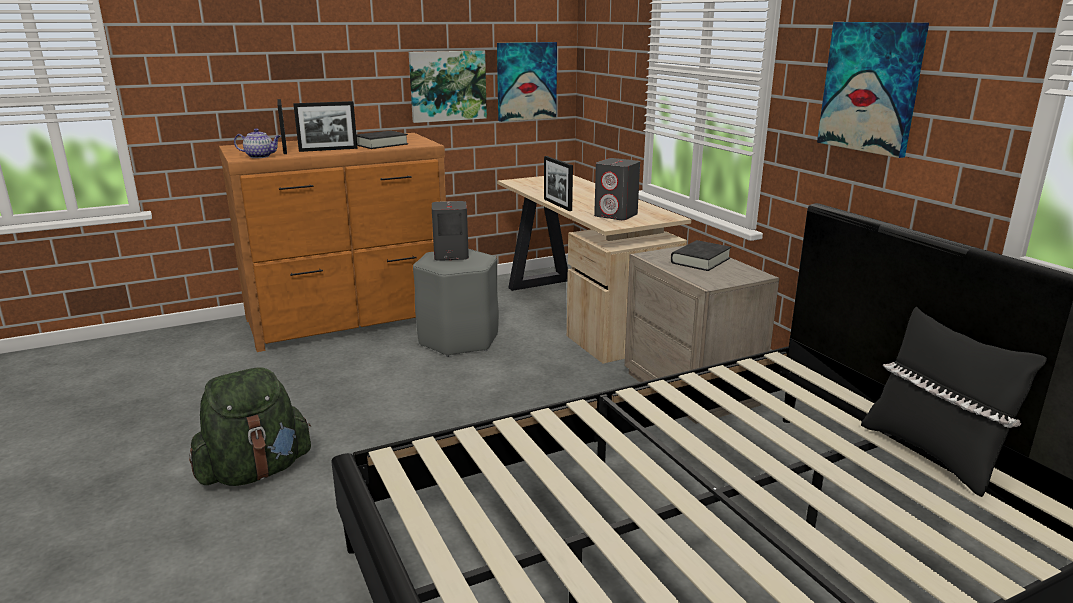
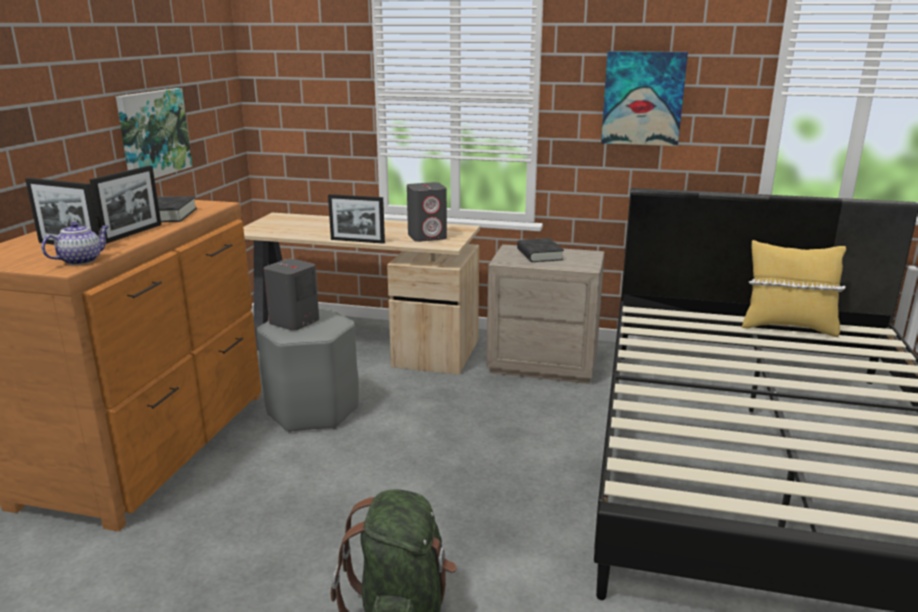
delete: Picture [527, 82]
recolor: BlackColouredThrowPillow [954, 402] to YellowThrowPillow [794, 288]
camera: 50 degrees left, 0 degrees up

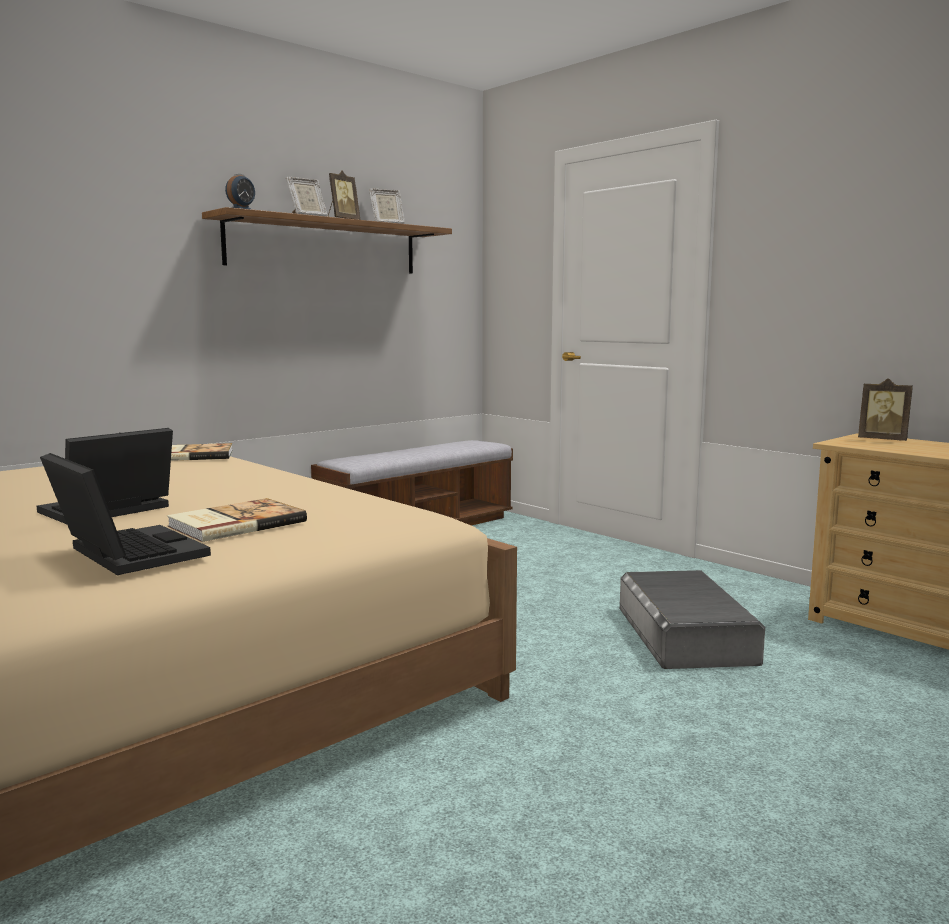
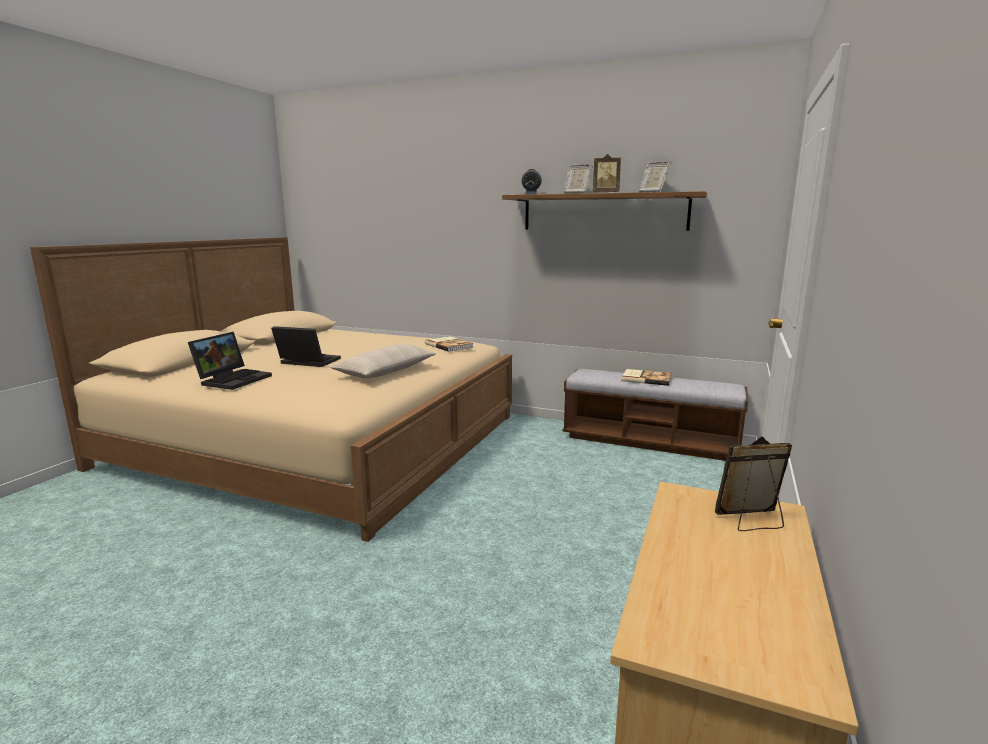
delete: GrayStorageBox [692, 619]
insert: BeigeThrowPillow [383, 361]
move: Book [237, 520] to [646, 377]
rotate: StandingFrame [885, 409] = [753, 483] 75 degrees clockwise
camera: 65 degrees right, 5 degrees up

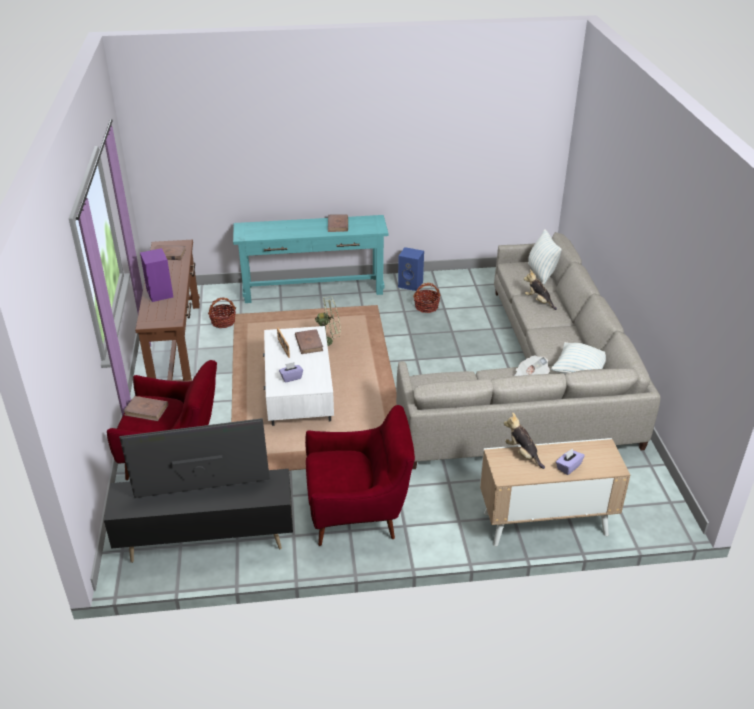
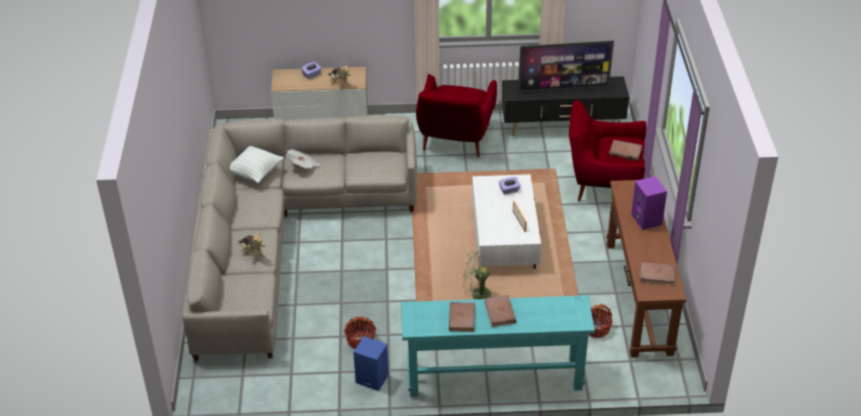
delete: ThrowPillow [545, 257]
move: BrownColouredBook [309, 341] to [500, 311]
rotate: RedArmchair [360, 475] = [456, 115] 75 degrees counterclockwise
camera: 175 degrees left, 5 degrees up

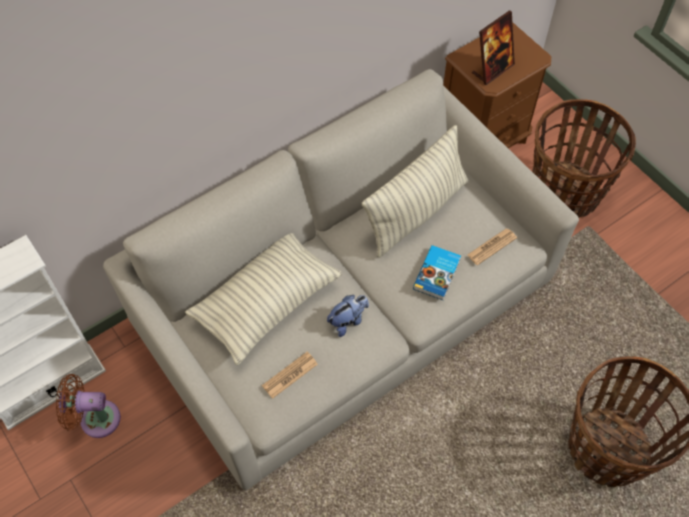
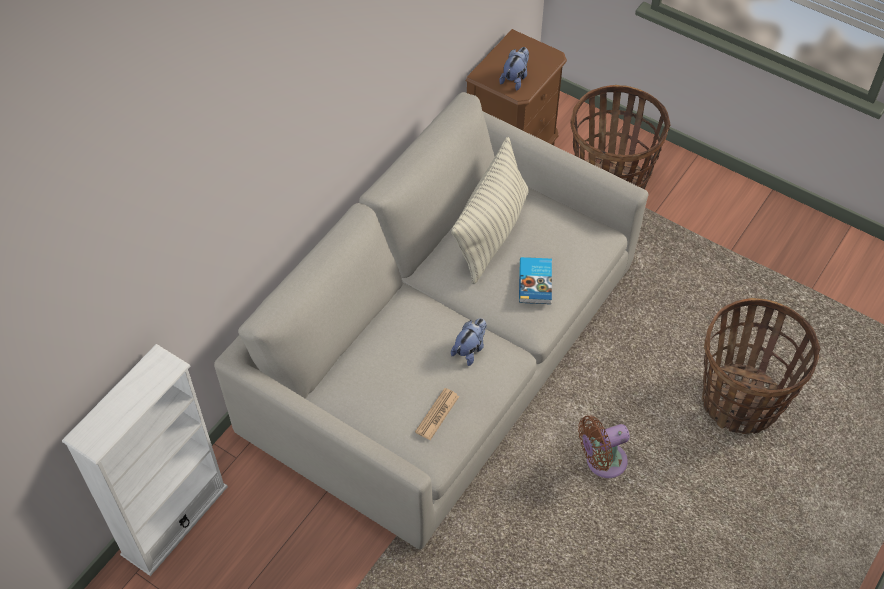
delete: ThrowPillow [263, 299]; DailyPaper [492, 246]
move: BrownColouredCoolingFan [88, 406] to [604, 446]
replace: StandingFrame [493, 47] to SoftToy [514, 68]
camera: 20 degrees left, 5 degrees down

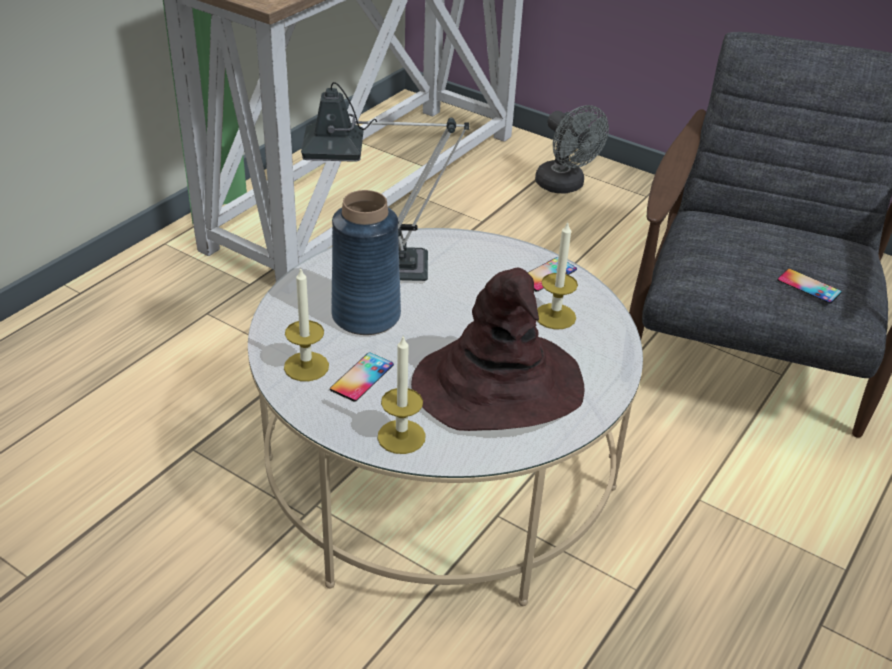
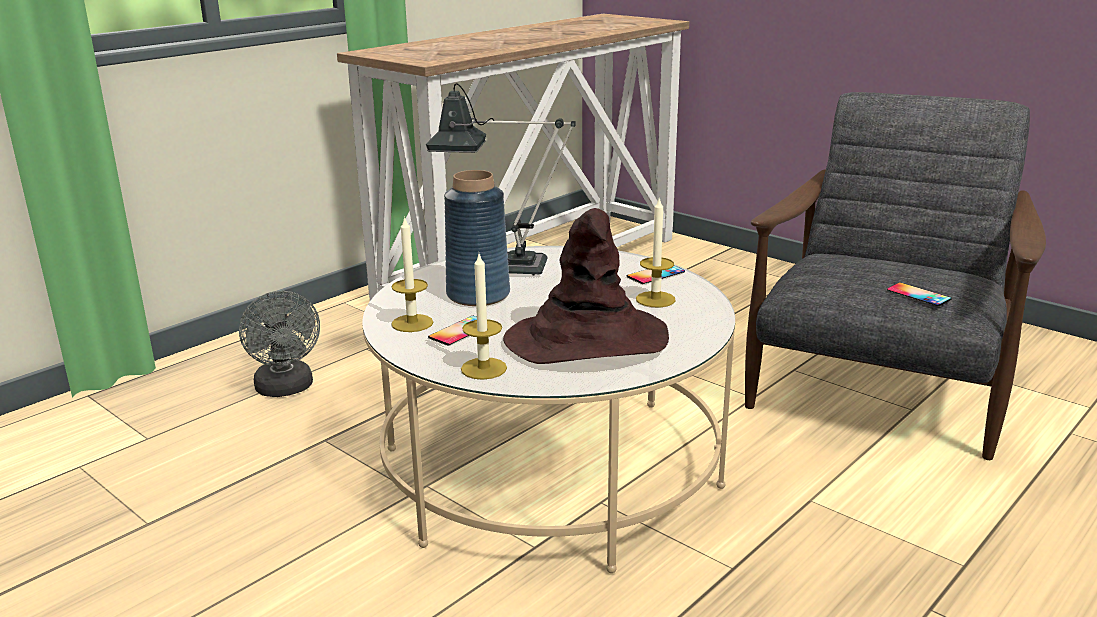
move: GrayCoolingFan [572, 149] to [279, 344]
camera: 10 degrees right, 15 degrees down

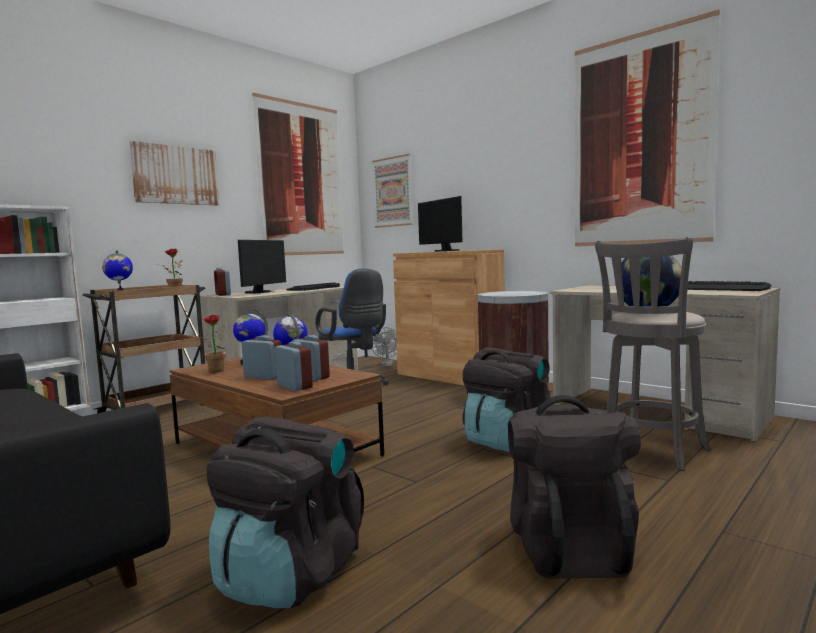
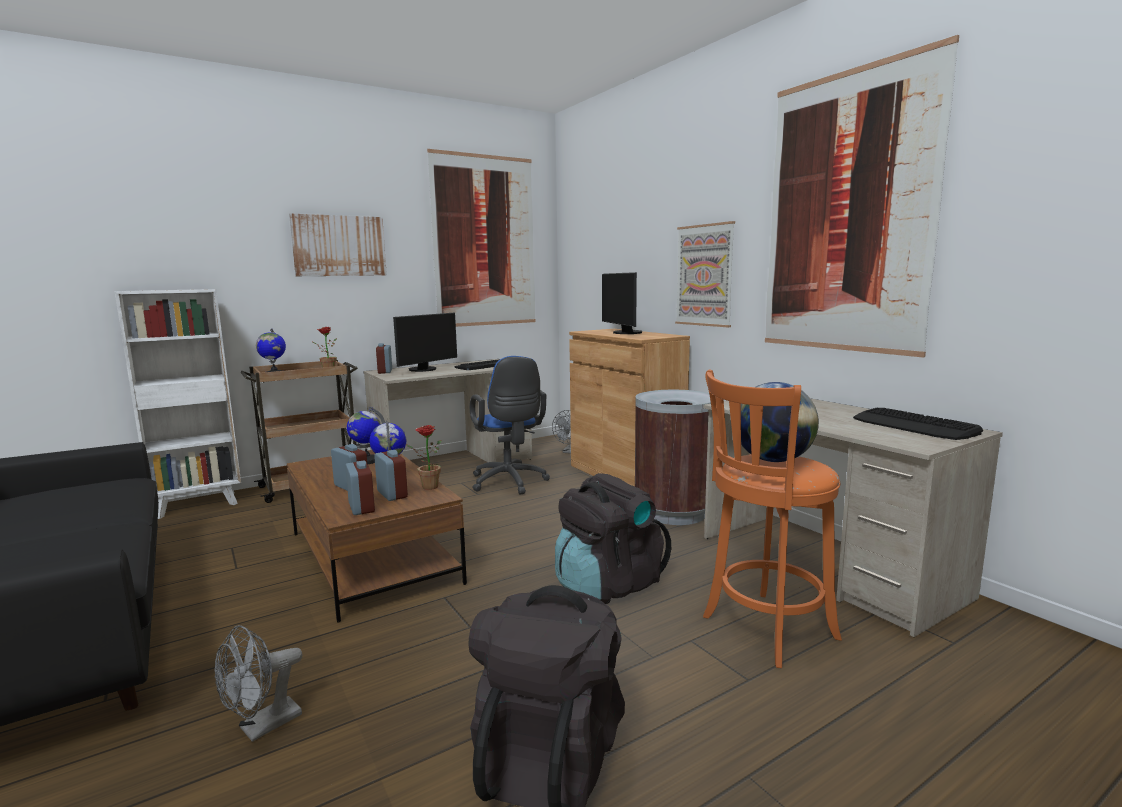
move: Houseplant [209, 344] to [424, 457]; Picture [392, 191] to [705, 274]
replace: BlackColouredBackpack [285, 512] to GrayCoolingFan [258, 683]
recolor: GrayStoolSeat [652, 354] to OrangeColouredStoolSeat [772, 519]
camera: 15 degrees right, 5 degrees up

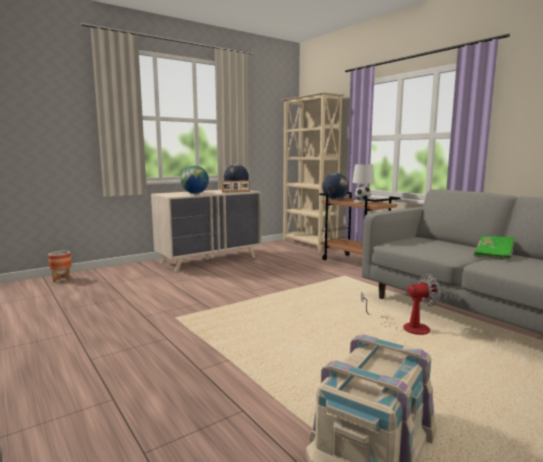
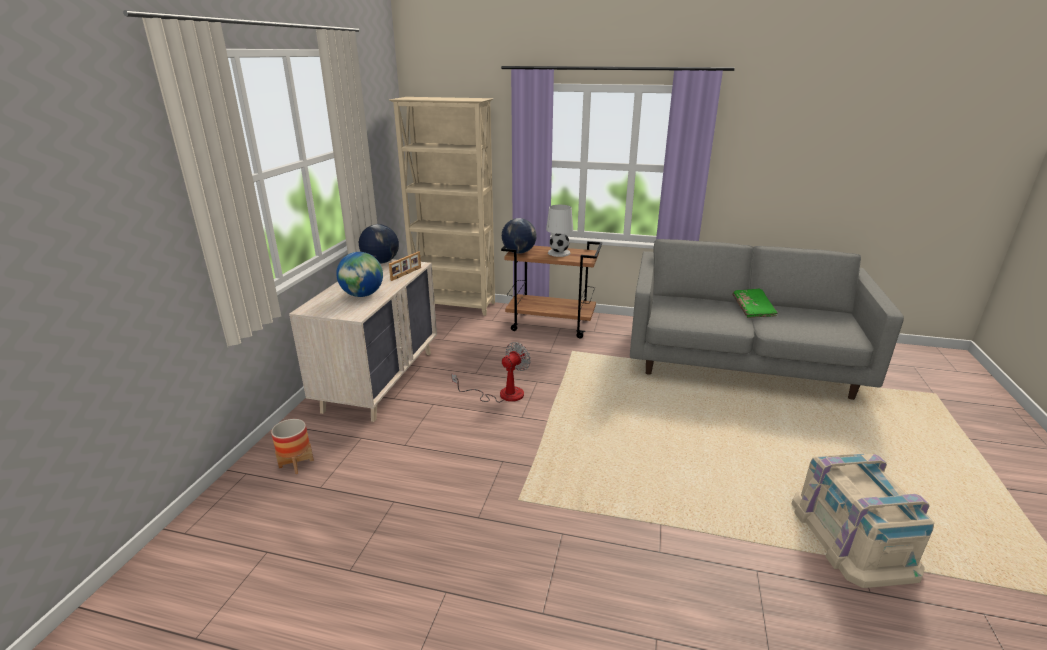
move: FlowerPot [60, 266] to [292, 446]; CoolingFan [401, 304] to [491, 372]
camera: 40 degrees left, 15 degrees up

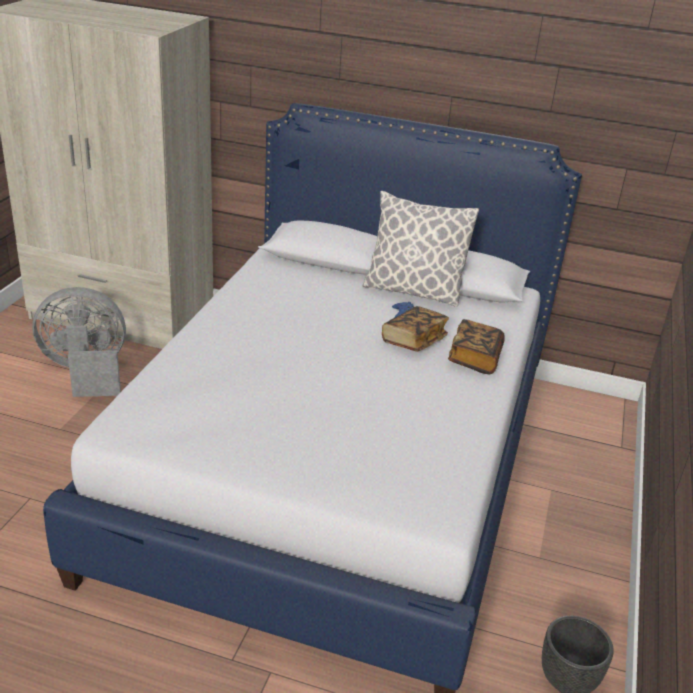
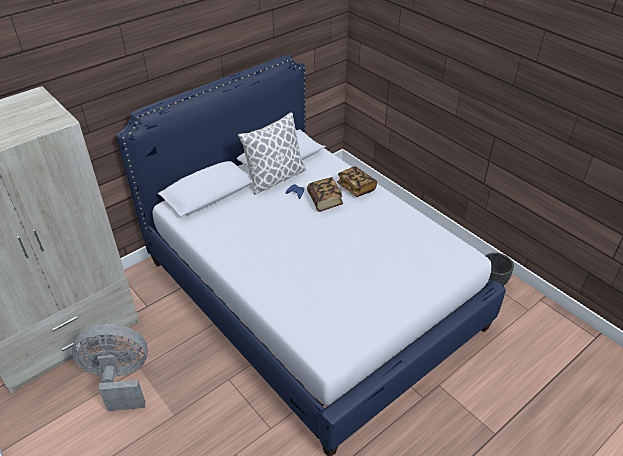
rotate: GrayCoolingFan [79, 342] = [110, 367] 60 degrees clockwise
camera: 55 degrees left, 10 degrees up

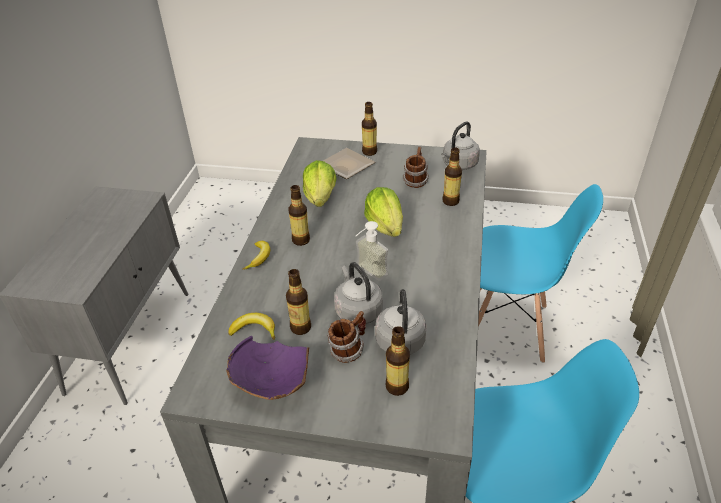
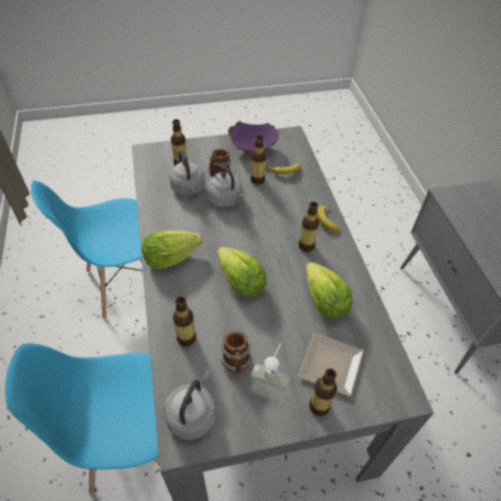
insert: HeadOfLettuce [172, 250]
move: SoapBottle [372, 251] to [270, 373]
camera: 155 degrees right, 10 degrees up

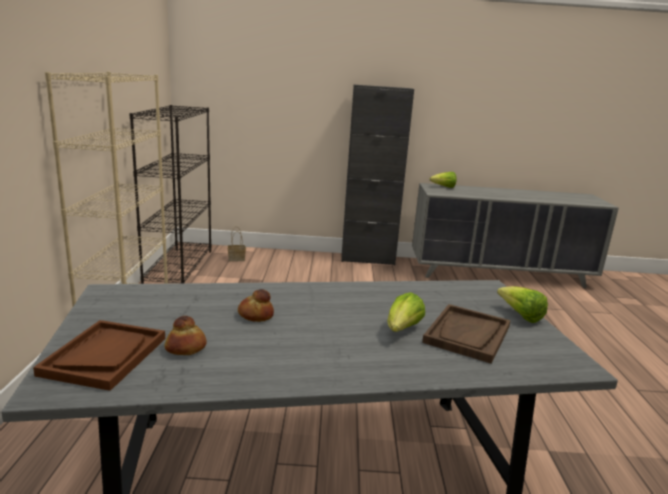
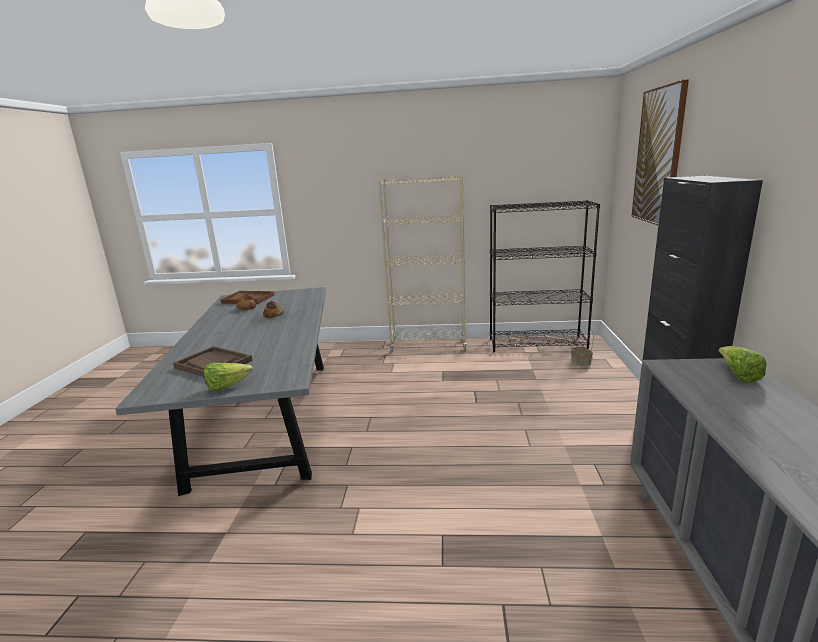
delete: HeadOfLettuce [406, 312]
insert: Picture [660, 152]
camera: 95 degrees right, 0 degrees up

